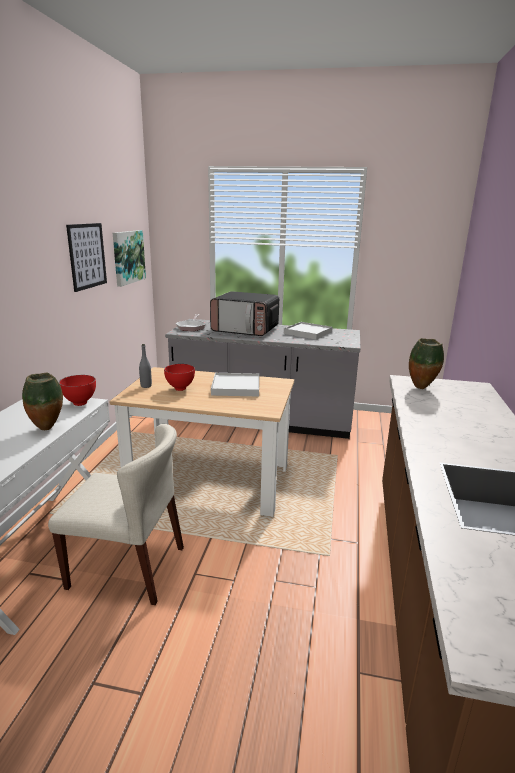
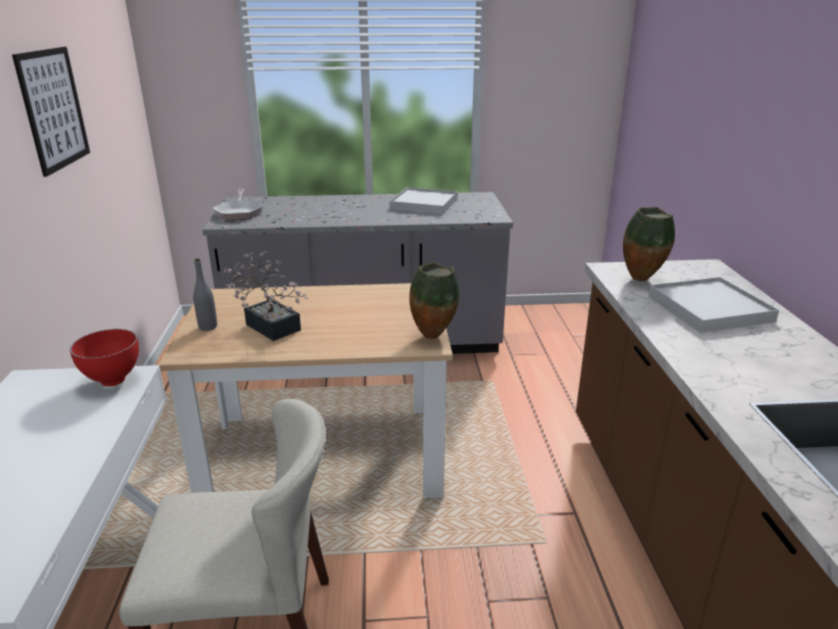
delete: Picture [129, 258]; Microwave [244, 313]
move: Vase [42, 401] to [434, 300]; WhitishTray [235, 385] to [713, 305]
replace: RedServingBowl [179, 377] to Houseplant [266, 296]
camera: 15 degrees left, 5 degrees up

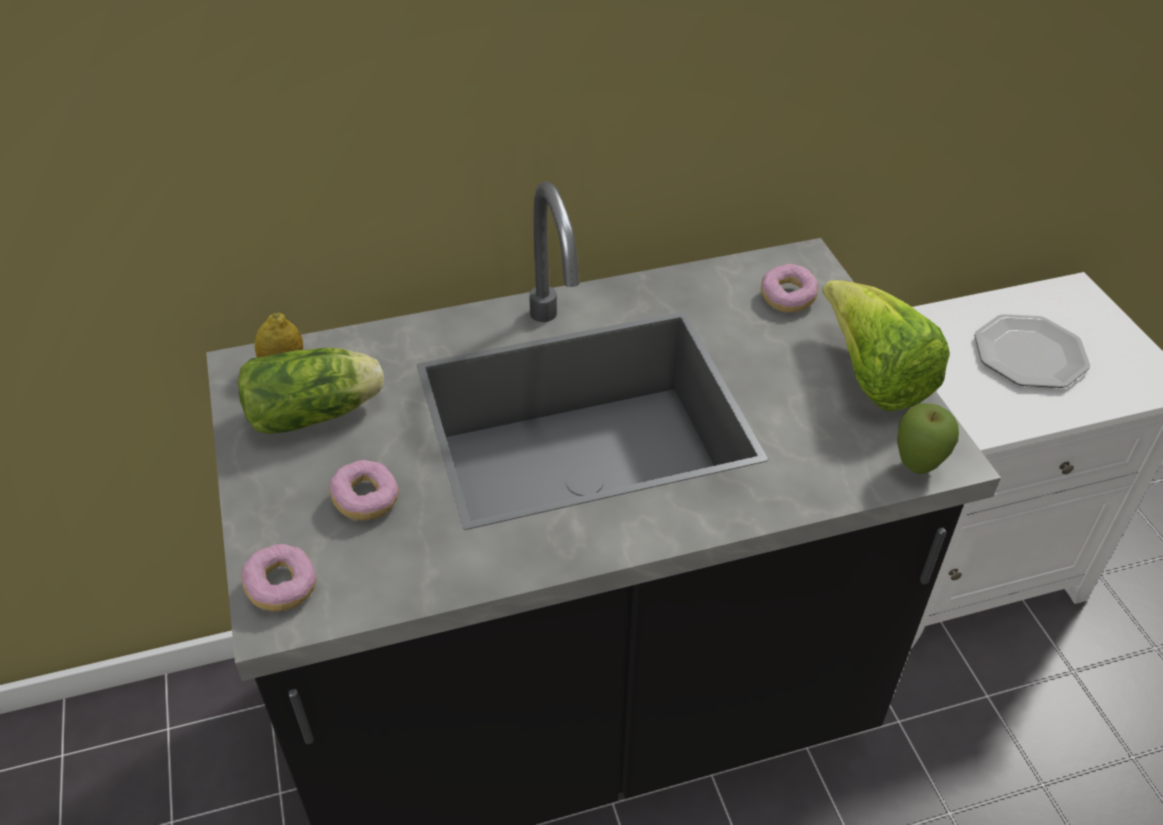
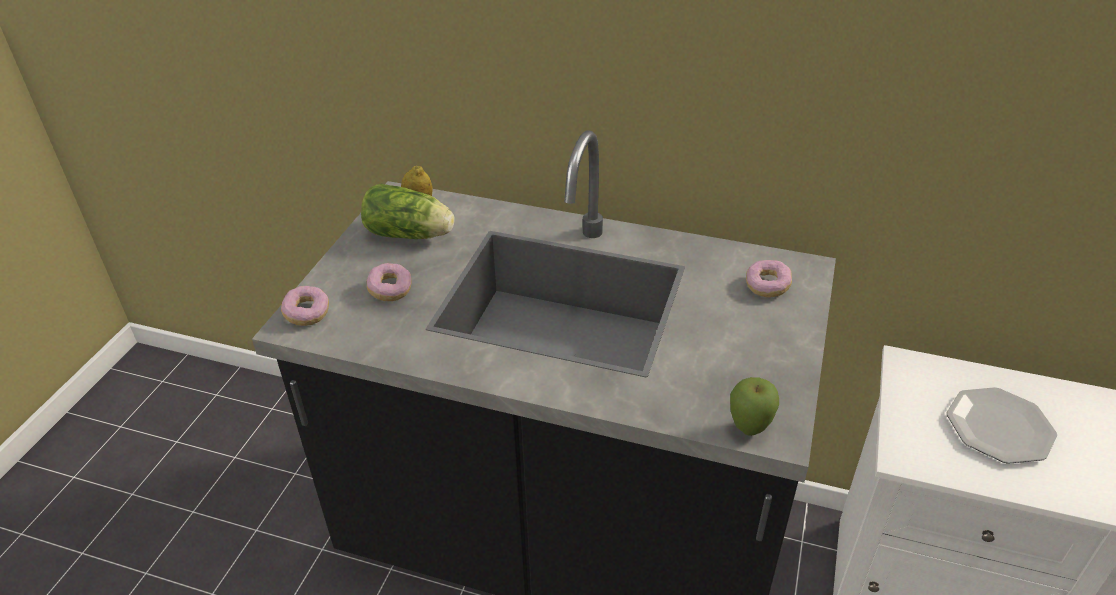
delete: HeadOfLettuce [886, 346]
camera: 35 degrees right, 5 degrees down

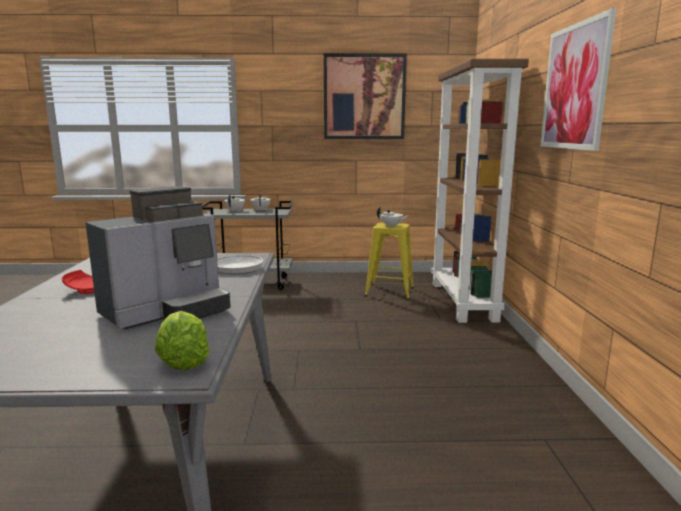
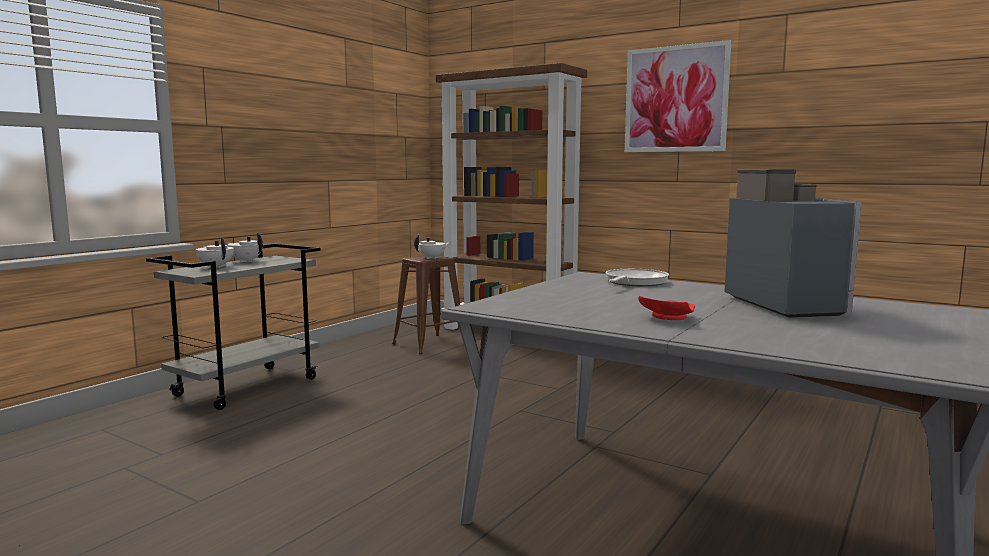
delete: HeadOfLettuce [182, 340]; Picture [365, 96]
recolor: YellowStoolSeat [389, 261] to BrownColouredStoolSeat [426, 305]
camera: 55 degrees left, 5 degrees down

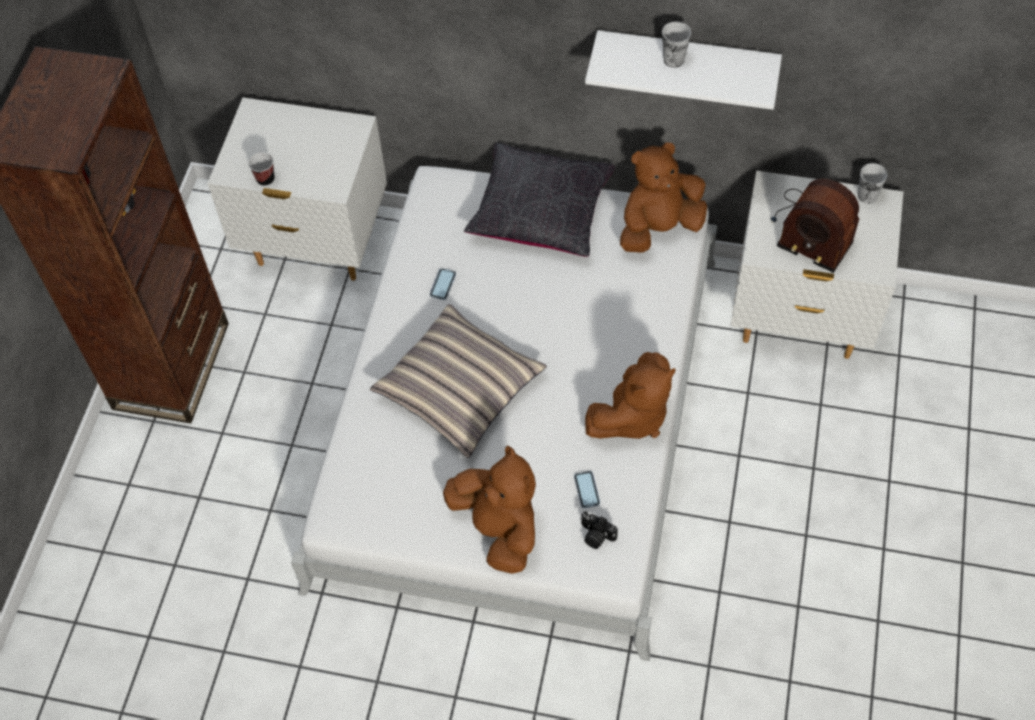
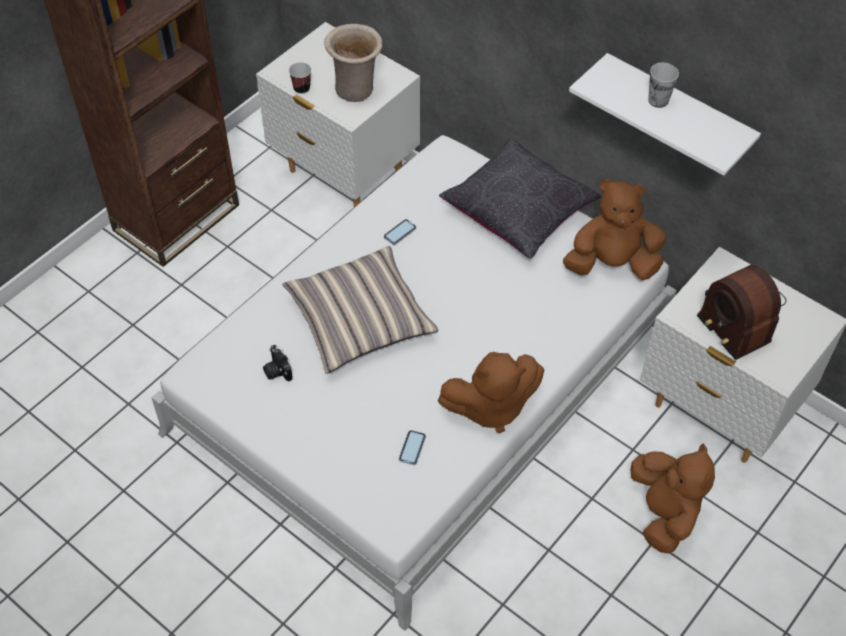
delete: Cup [873, 183]
insert: BeigeVase [353, 63]
move: BrownColouredSoftToy [489, 509] to [672, 498]; PhotoCamera [599, 530] to [278, 363]
camera: 25 degrees right, 5 degrees down

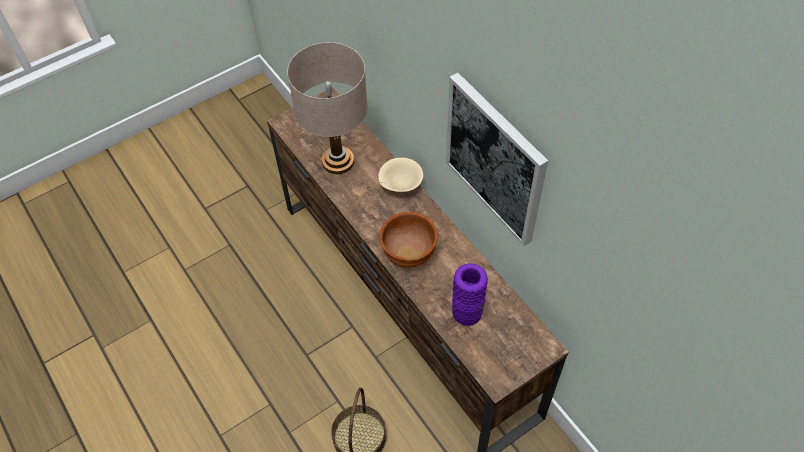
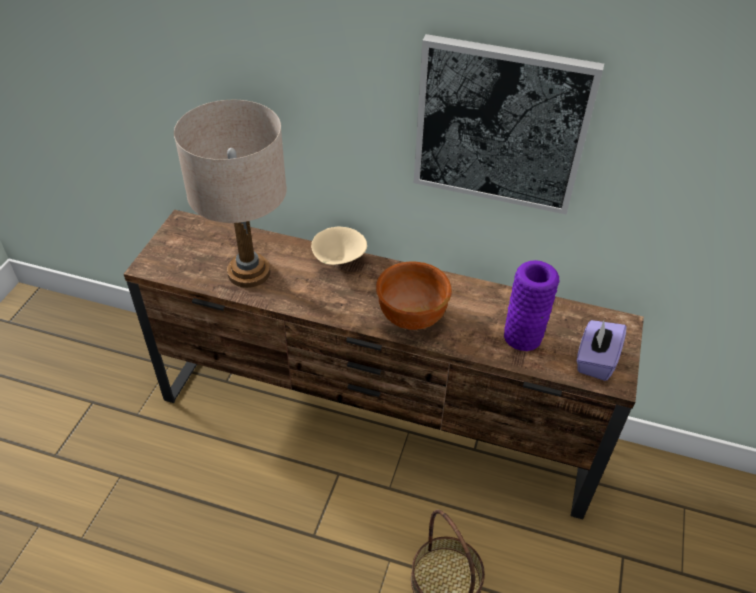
insert: PurpleTissueHolder [602, 350]
camera: 40 degrees left, 10 degrees down

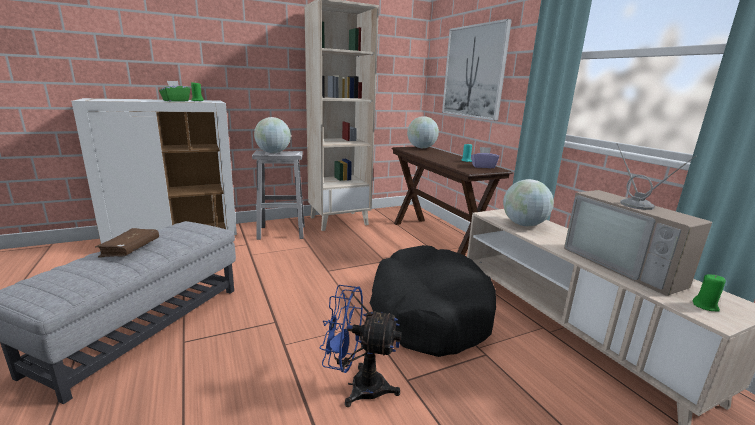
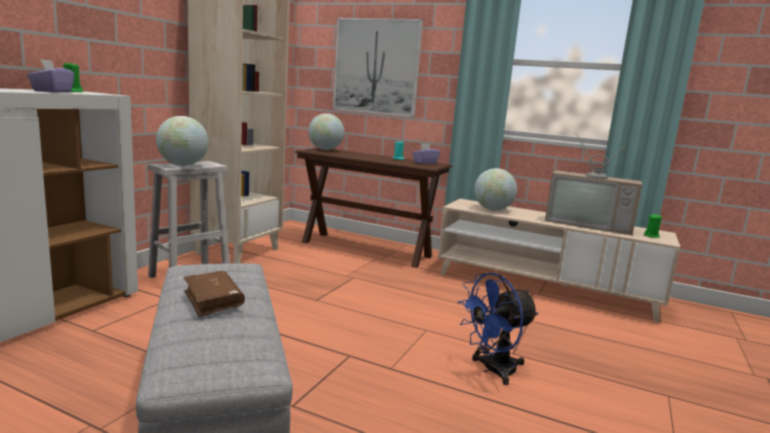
delete: BlackColouredDogBed [433, 301]
recolor: GreenishTissueHolder [174, 91] to PurpleTissueHolder [50, 76]
camera: 40 degrees left, 5 degrees down

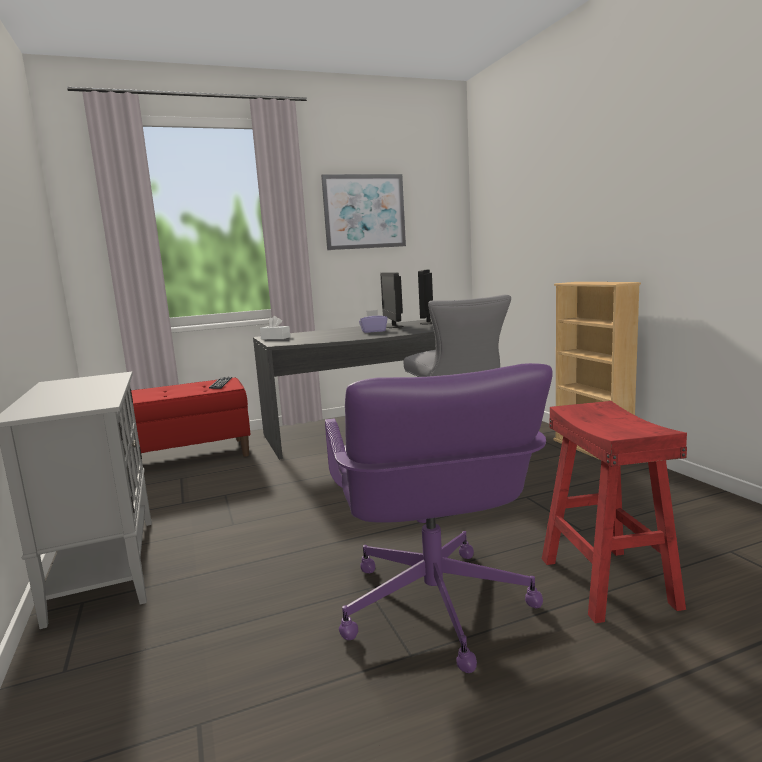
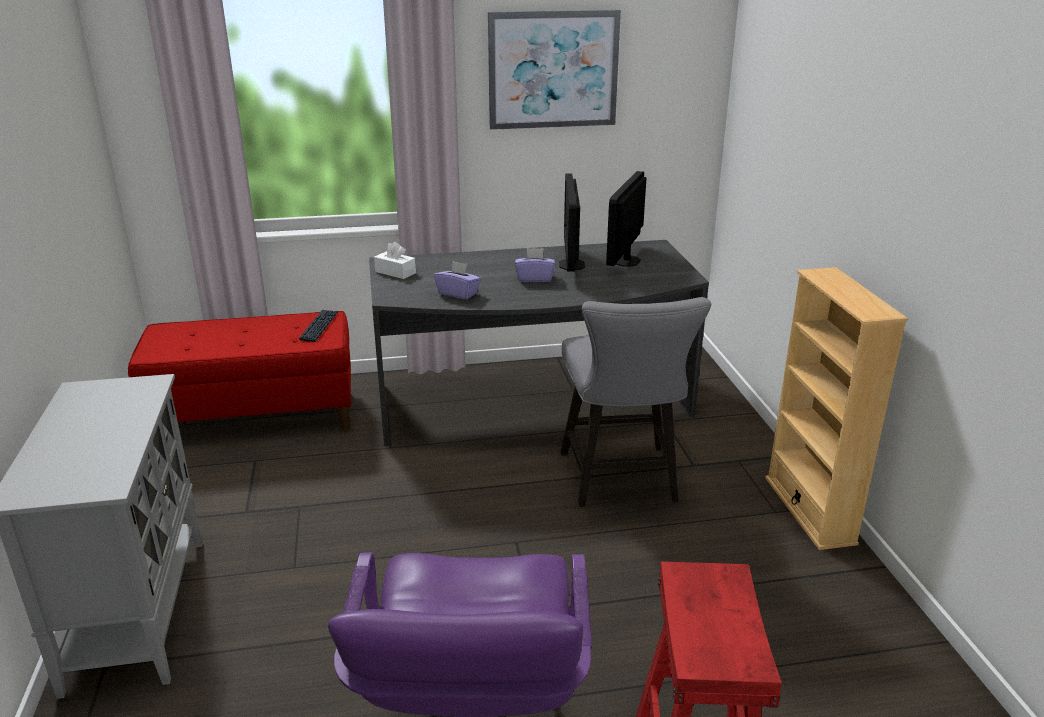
insert: PurpleTissueHolder [457, 280]
camera: 10 degrees right, 15 degrees up

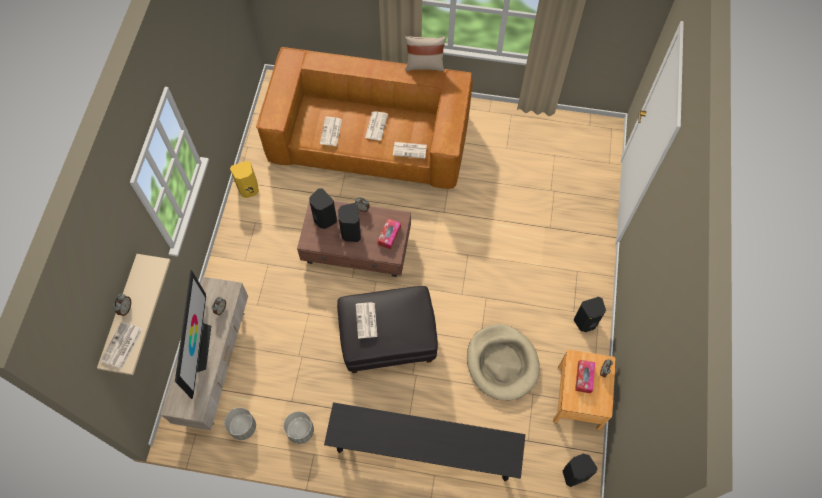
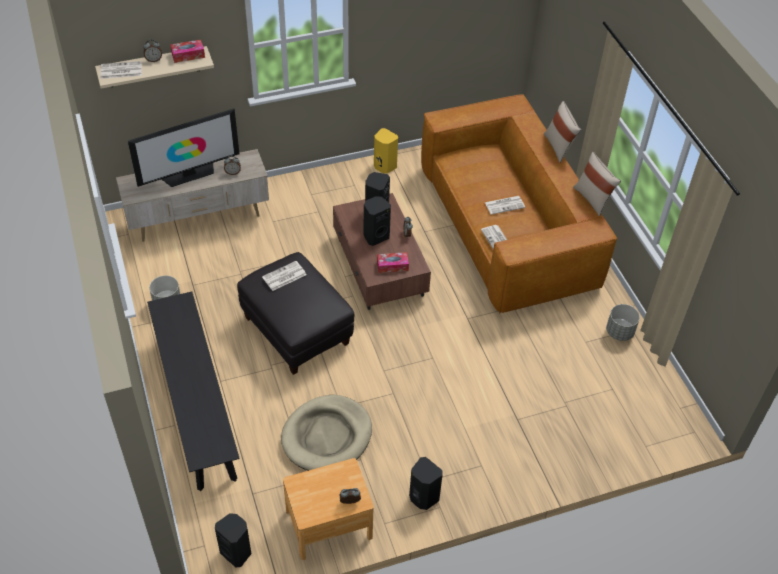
delete: DailyPaper [331, 131]
insert: BeigeThrowPillow [562, 132]
move: GrayFlowerPot [240, 424] to [623, 322]; TissueHolder [585, 376] to [187, 51]
camera: 60 degrees right, 15 degrees down

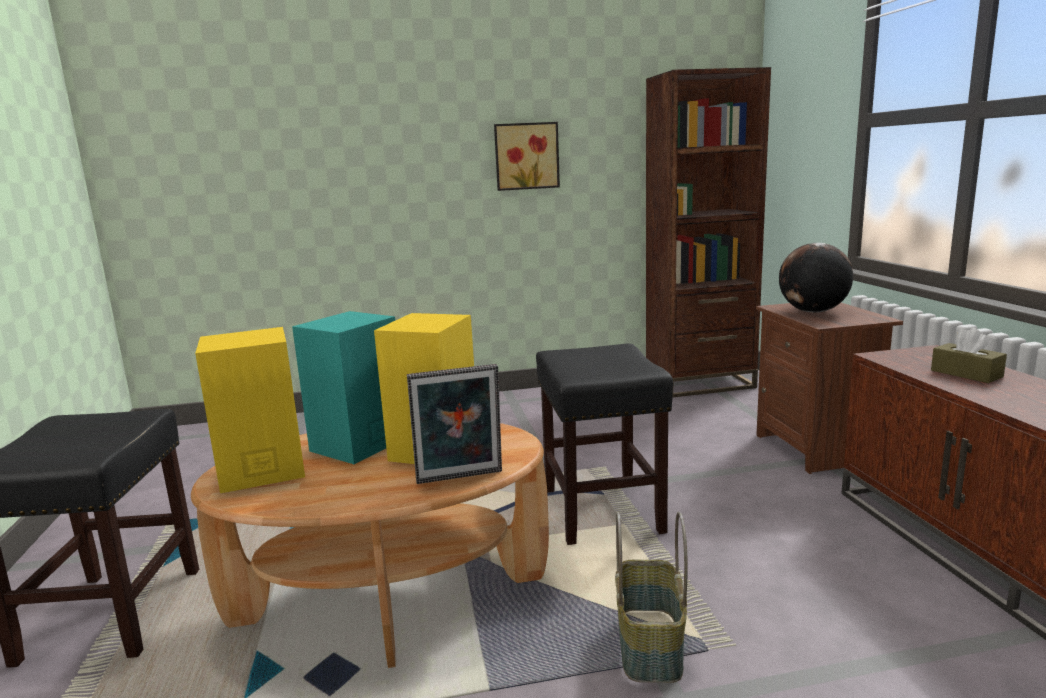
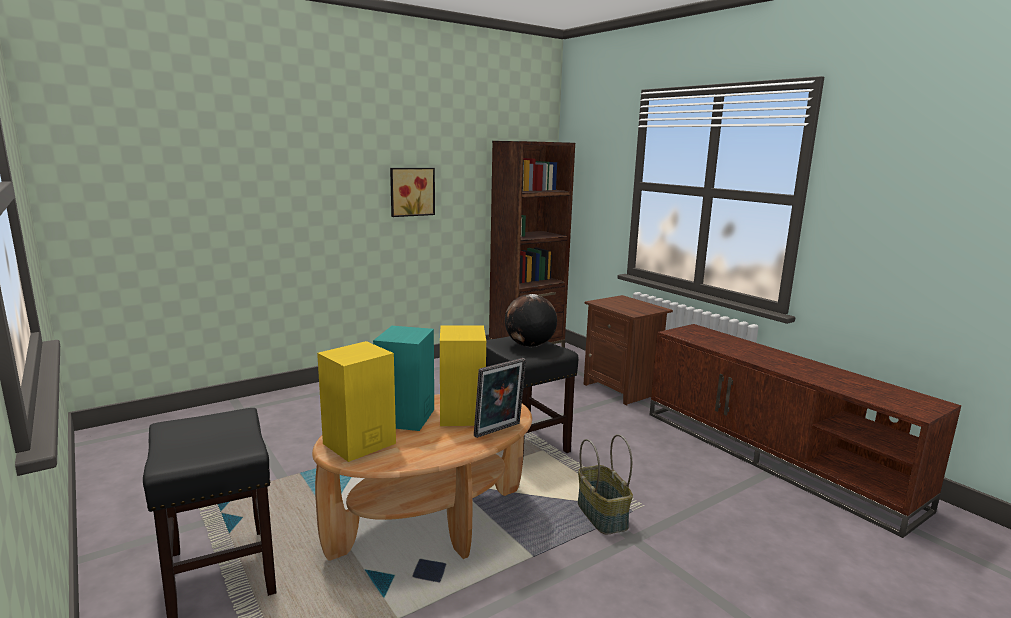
delete: BrownColouredTissueHolder [969, 355]
move: WorldGlobe [816, 278] to [531, 320]
camera: 25 degrees left, 0 degrees up

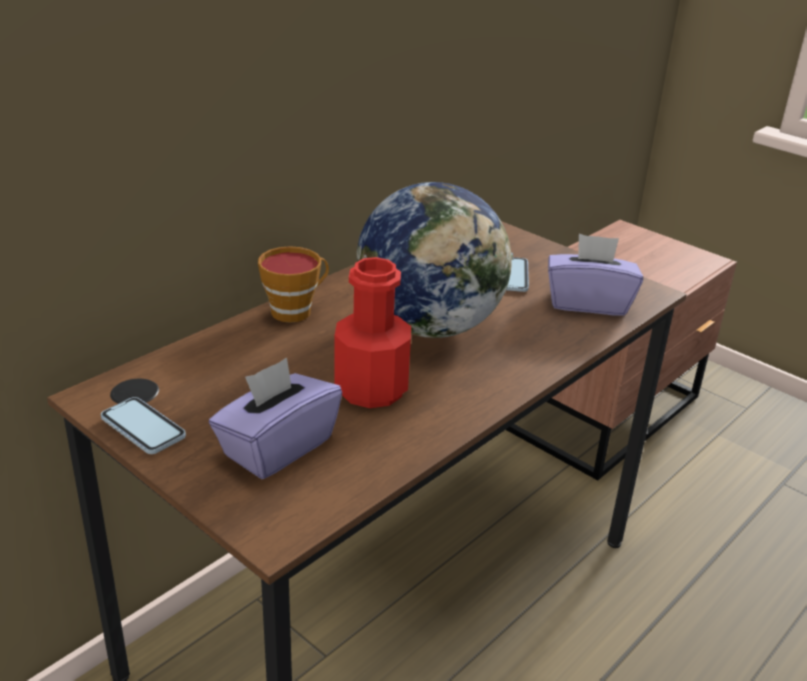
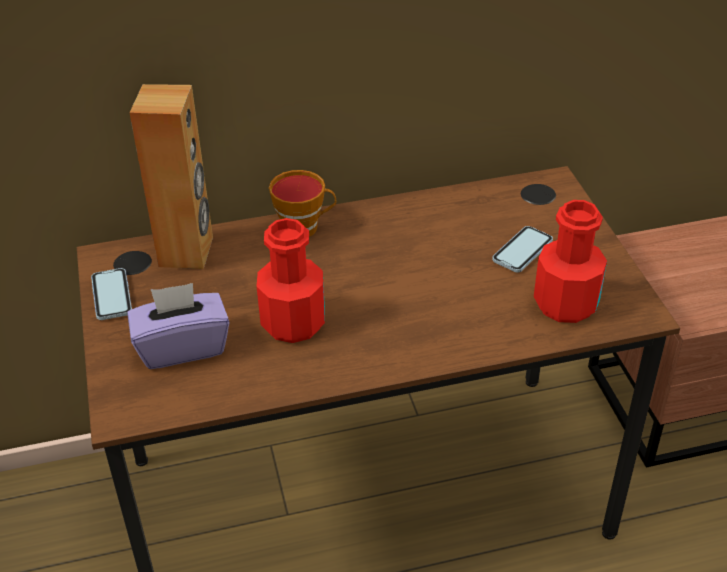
delete: WorldGlobe [435, 260]
insert: BrownColouredSpeaker [171, 176]
replace: PurpleTissueHolder [595, 275] to RedDrinkBottle [570, 261]
camera: 35 degrees right, 10 degrees up

